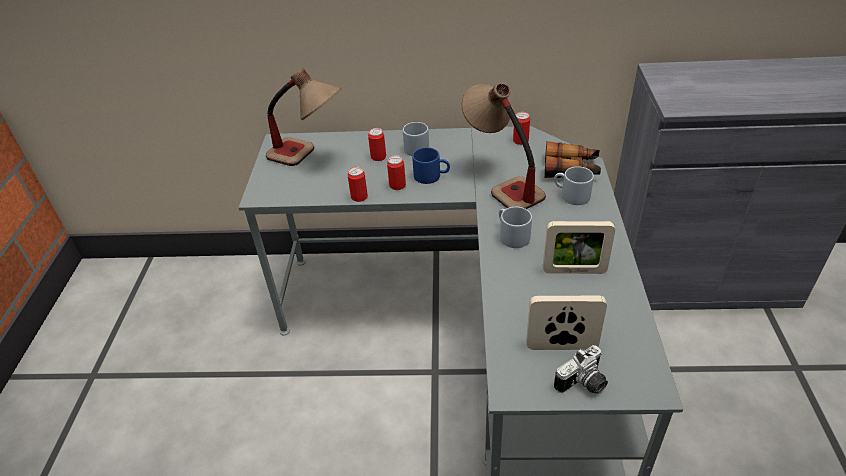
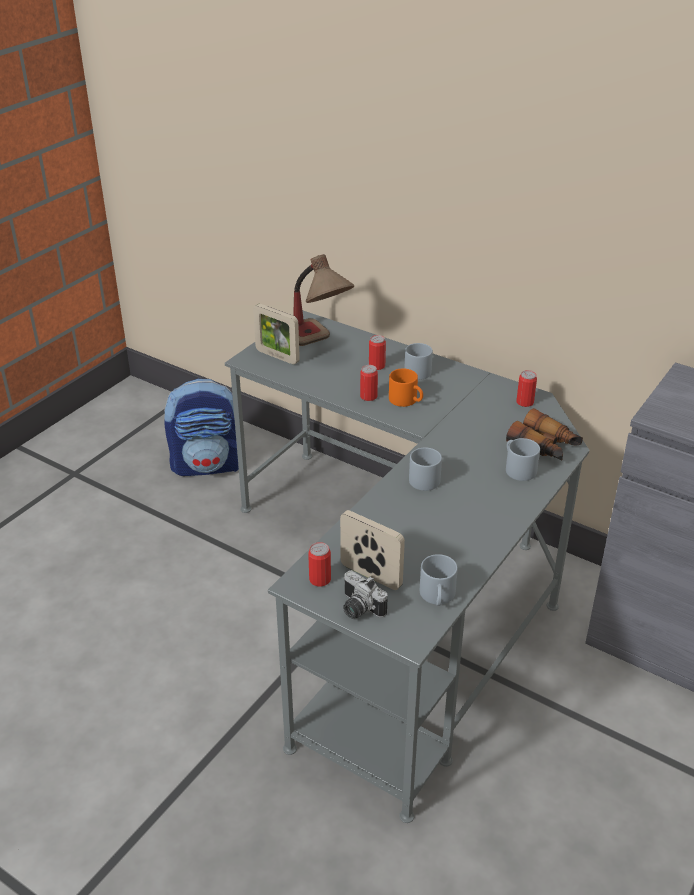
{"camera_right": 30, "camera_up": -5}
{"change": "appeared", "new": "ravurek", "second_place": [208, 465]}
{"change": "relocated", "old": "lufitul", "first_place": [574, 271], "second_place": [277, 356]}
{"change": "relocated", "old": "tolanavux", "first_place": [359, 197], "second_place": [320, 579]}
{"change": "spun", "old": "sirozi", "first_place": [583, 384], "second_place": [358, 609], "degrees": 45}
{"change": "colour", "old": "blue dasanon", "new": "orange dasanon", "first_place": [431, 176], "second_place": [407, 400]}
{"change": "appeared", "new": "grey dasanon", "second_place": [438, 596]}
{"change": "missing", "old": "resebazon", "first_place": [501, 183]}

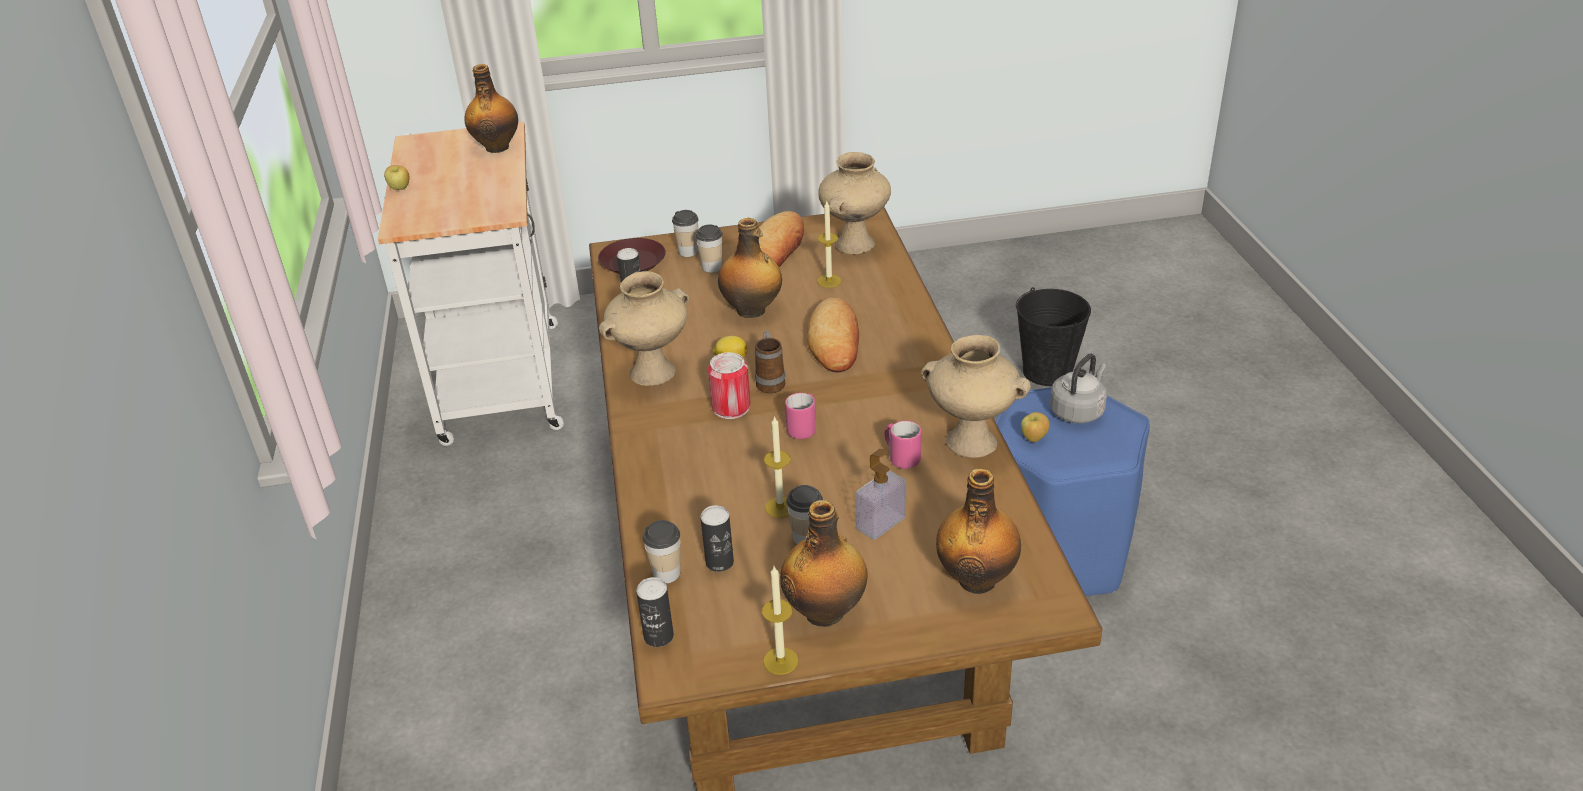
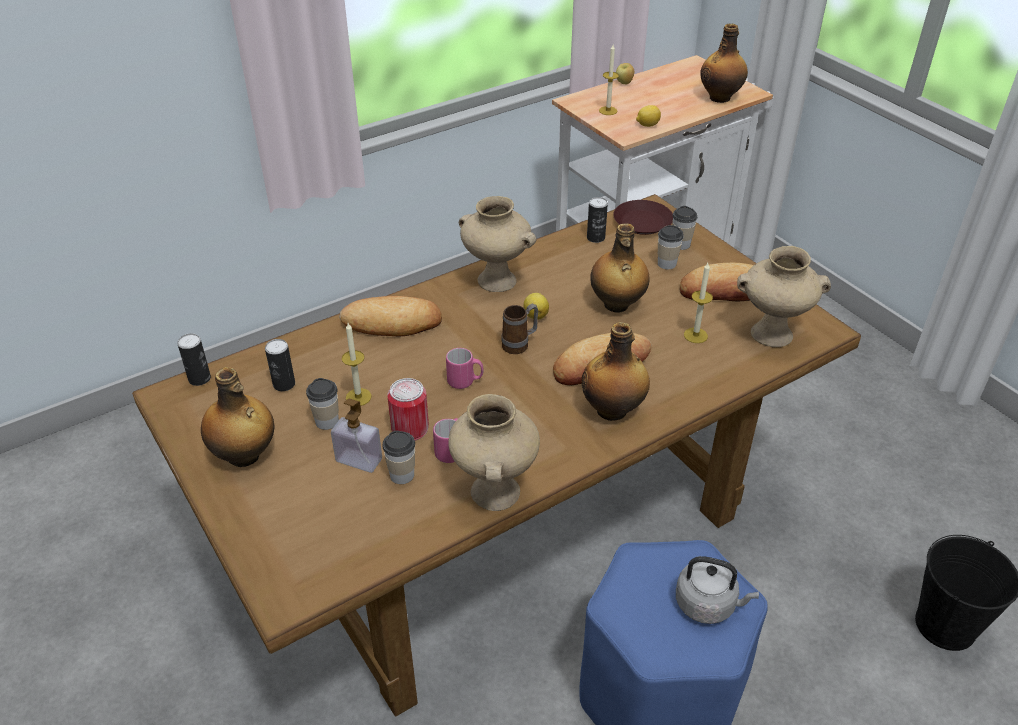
{"camera_right": 65, "camera_up": 5}
{"change": "appeared", "new": "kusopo", "second_place": [392, 322]}
{"change": "relocated", "old": "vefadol", "first_place": [666, 573], "second_place": [402, 475]}
{"change": "relocated", "old": "tolanavux", "first_place": [731, 407], "second_place": [410, 428]}
{"change": "relocated", "old": "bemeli", "first_place": [977, 578], "second_place": [613, 410]}
{"change": "relocated", "old": "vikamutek", "first_place": [780, 661], "second_place": [608, 111]}
{"change": "appeared", "new": "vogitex", "second_place": [647, 125]}
{"change": "missing", "old": "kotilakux", "first_place": [1033, 438]}

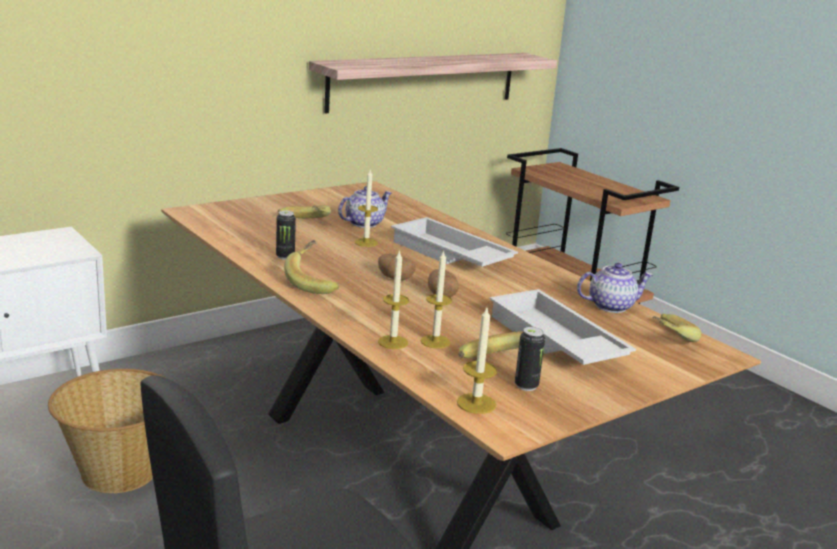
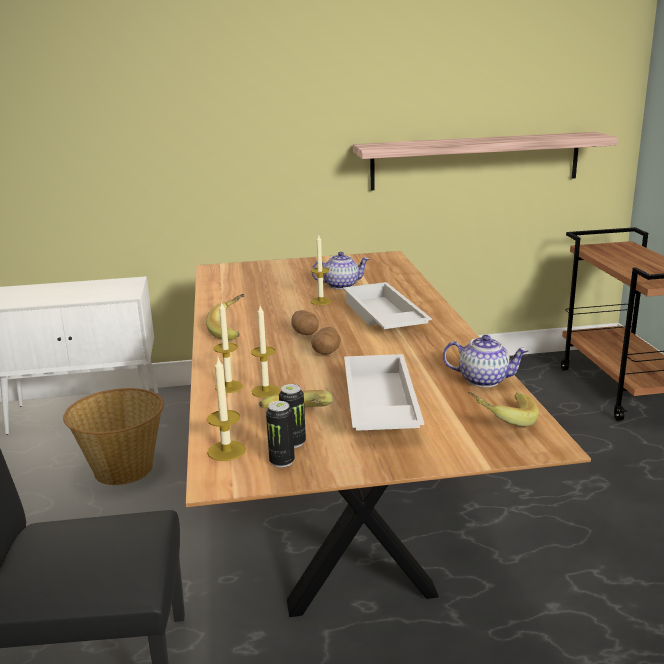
{"camera_right": 30, "camera_up": 0}
{"change": "relocated", "old": "tolanavux", "first_place": [285, 257], "second_place": [282, 462]}
{"change": "missing", "old": "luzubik", "first_place": [303, 224]}

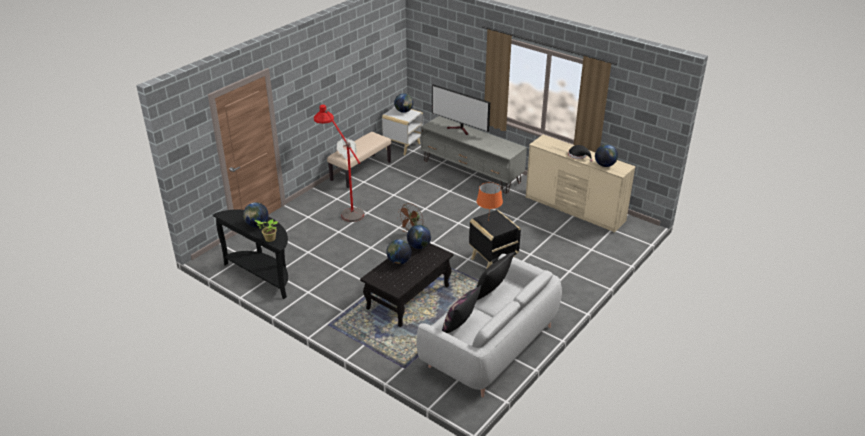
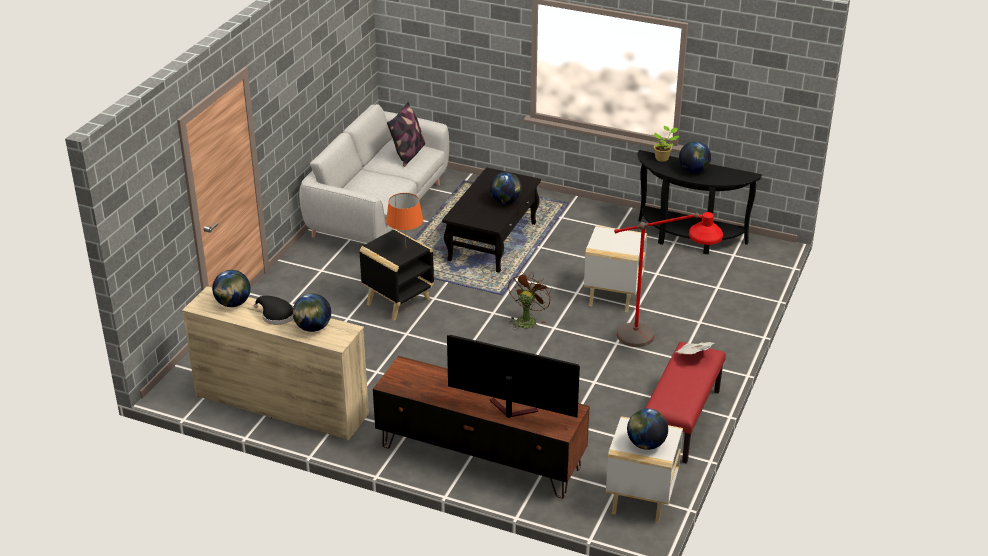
{"camera_right": 165, "camera_up": 0}
{"change": "relocated", "old": "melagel", "first_place": [419, 246], "second_place": [313, 328]}
{"change": "colour", "old": "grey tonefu", "new": "brown tonefu", "first_place": [471, 171], "second_place": [480, 456]}
{"change": "appeared", "new": "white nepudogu", "second_place": [613, 295]}
{"change": "colour", "old": "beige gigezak", "new": "red gigezak", "first_place": [360, 171], "second_place": [682, 421]}
{"change": "missing", "old": "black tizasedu", "first_place": [492, 293]}

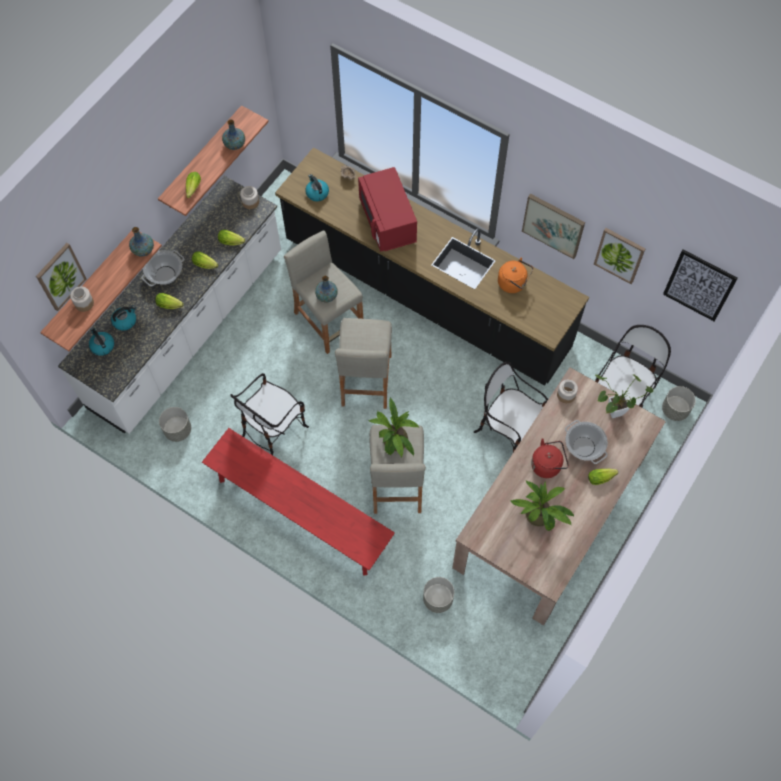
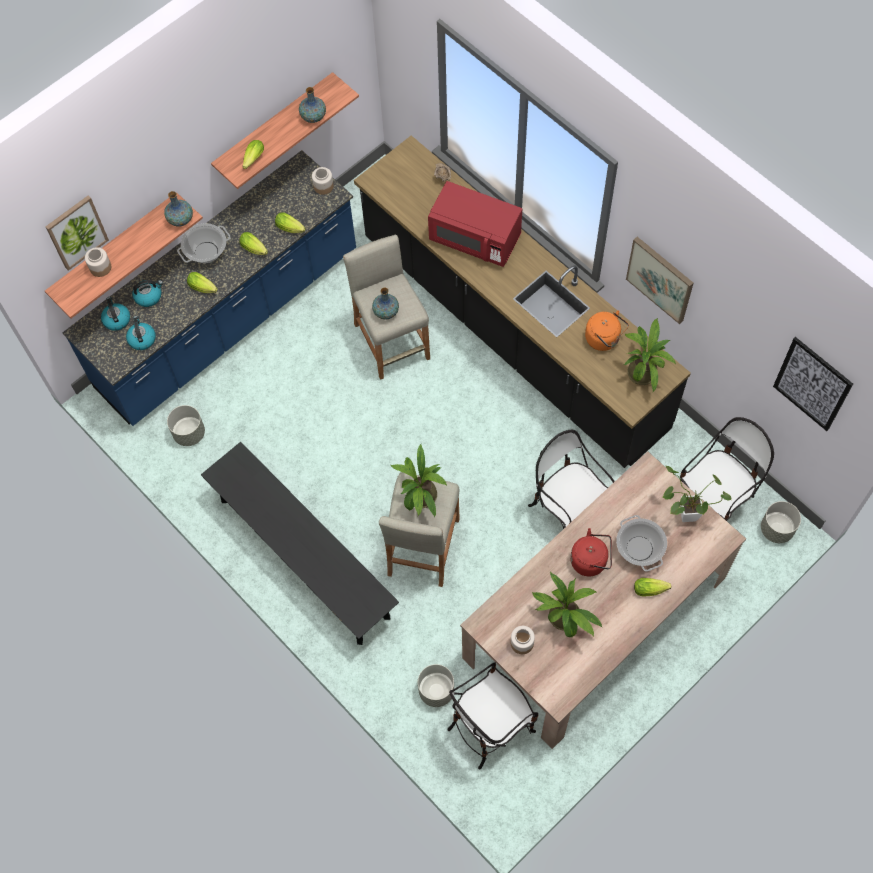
{"camera_right": 15, "camera_up": 0}
{"change": "colour", "old": "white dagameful", "new": "blue dagameful", "first_place": [188, 330], "second_place": [229, 321]}
{"change": "relocated", "old": "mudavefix", "first_place": [317, 193], "second_place": [142, 339]}
{"change": "colour", "old": "red gigezak", "new": "black gigezak", "first_place": [300, 513], "second_place": [304, 558]}
{"change": "spun", "old": "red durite", "first_place": [387, 221], "second_place": [475, 238], "degrees": -60}
{"change": "relocated", "old": "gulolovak", "first_place": [273, 430], "second_place": [490, 726]}
{"change": "relocated", "old": "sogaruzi", "first_place": [565, 395], "second_place": [521, 642]}
{"change": "appeared", "new": "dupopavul", "second_place": [644, 370]}
{"change": "missing", "old": "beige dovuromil", "first_place": [365, 380]}
{"change": "missing", "old": "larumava", "first_place": [619, 255]}

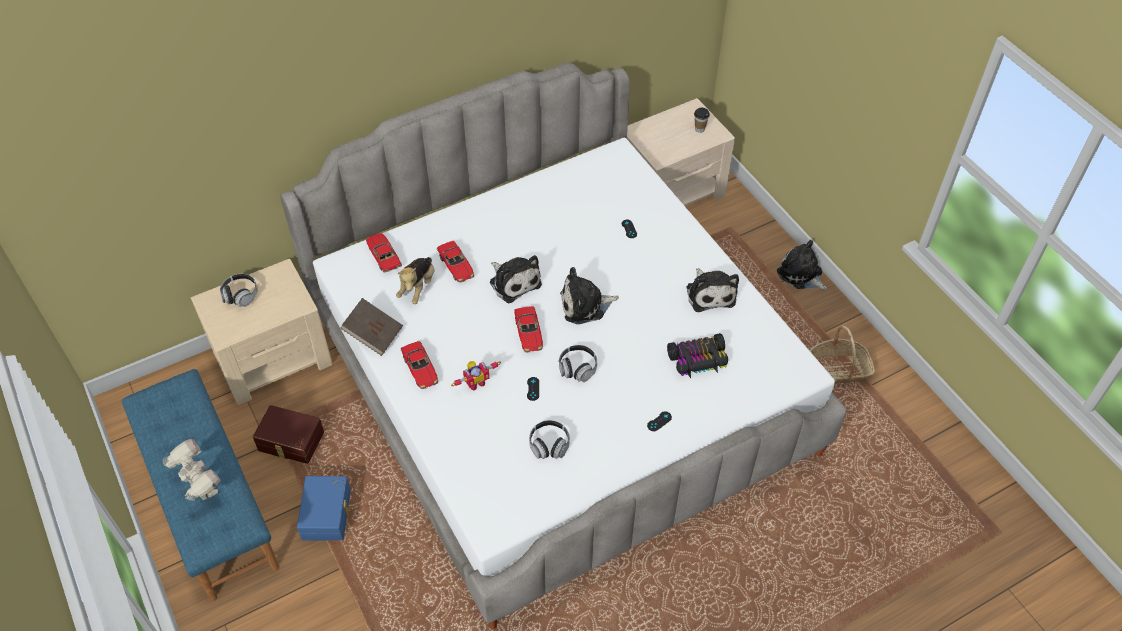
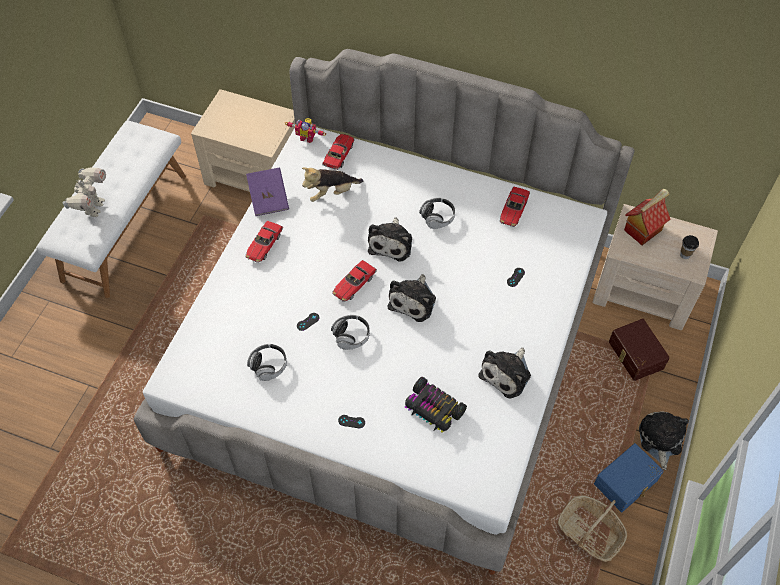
{"camera_right": 50, "camera_up": 5}
{"change": "colour", "old": "blue gigezak", "new": "white gigezak", "first_place": [210, 502], "second_place": [124, 226]}
{"change": "colour", "old": "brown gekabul", "new": "purple gekabul", "first_place": [374, 334], "second_place": [269, 199]}
{"change": "relocated", "old": "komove", "first_place": [475, 382], "second_place": [307, 137]}
{"change": "spun", "old": "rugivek", "first_place": [585, 305], "second_place": [413, 300], "degrees": -105}
{"change": "relocated", "old": "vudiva", "first_place": [241, 295], "second_place": [437, 217]}
{"change": "relocated", "old": "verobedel", "first_place": [456, 266], "second_place": [513, 210]}
{"change": "relocated", "old": "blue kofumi", "first_place": [328, 514], "second_place": [626, 483]}
{"change": "relocated", "old": "brown kofumi", "first_place": [290, 442], "second_place": [634, 355]}
{"change": "appeared", "new": "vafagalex", "second_place": [642, 229]}

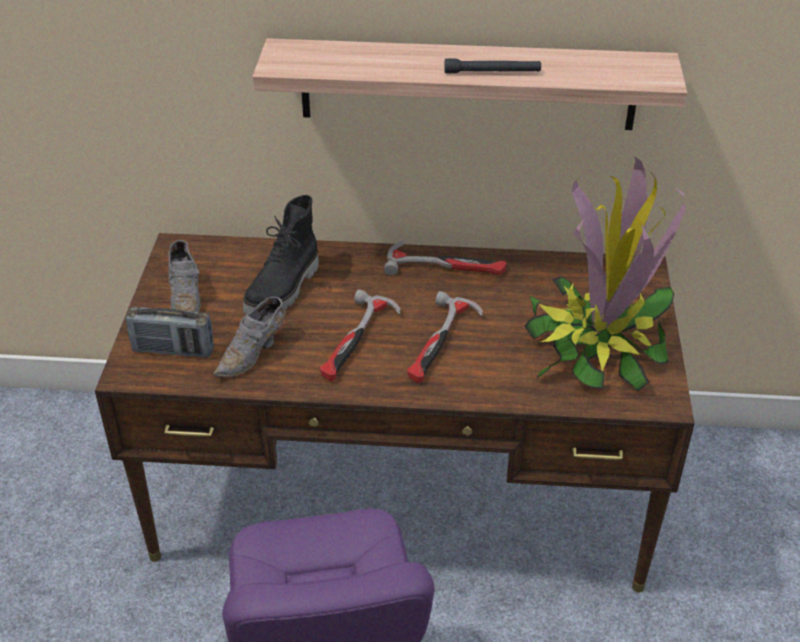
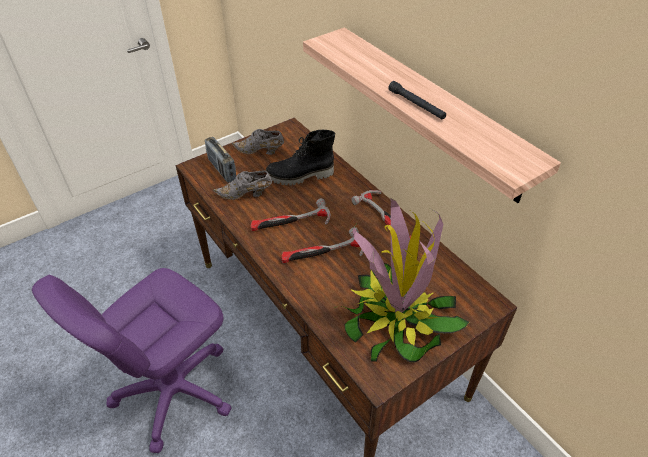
{"camera_right": 50, "camera_up": 5}
{"change": "spun", "old": "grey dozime", "first_place": [186, 297], "second_place": [260, 151], "degrees": 60}

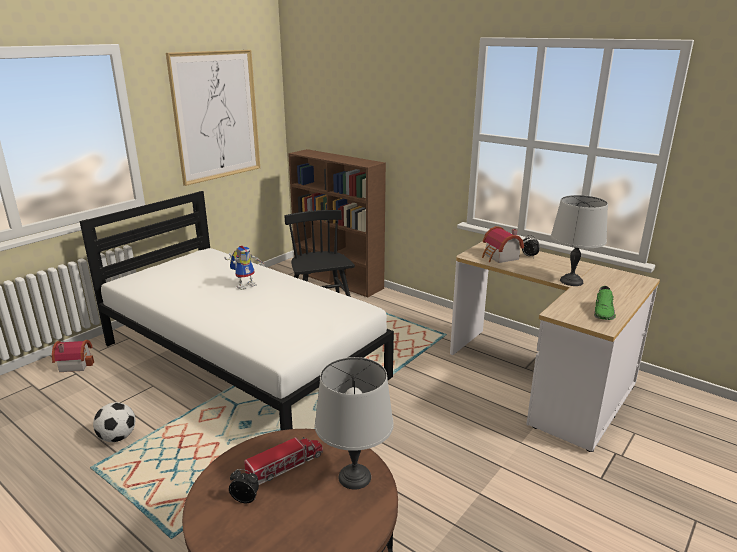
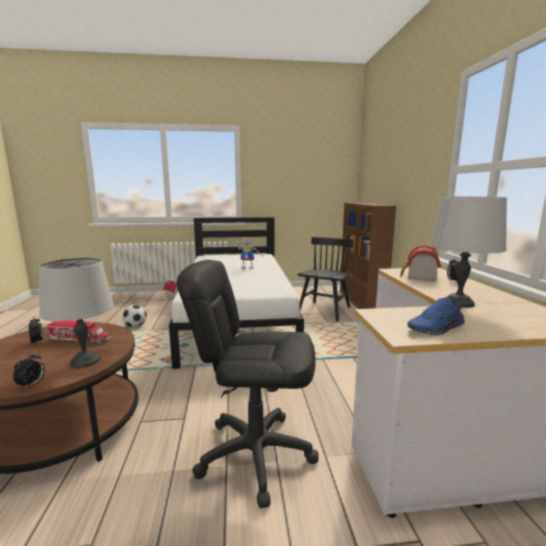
{"camera_right": 45, "camera_up": -10}
{"change": "appeared", "new": "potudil", "second_place": [32, 384]}
{"change": "appeared", "new": "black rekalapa", "second_place": [255, 453]}
{"change": "colour", "old": "green dozime", "new": "blue dozime", "first_place": [604, 312], "second_place": [437, 328]}
{"change": "missing", "old": "larumava", "first_place": [216, 116]}

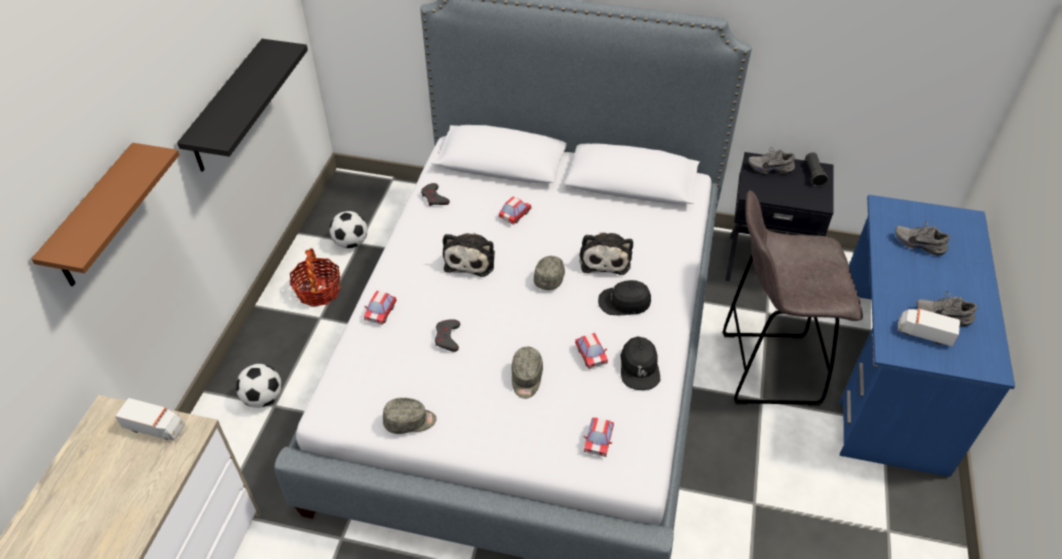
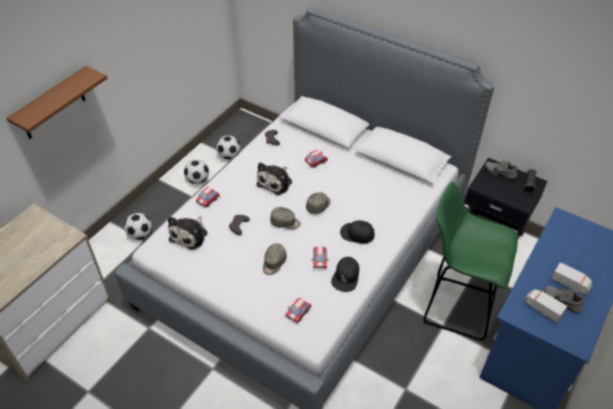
{"camera_right": 20, "camera_up": 0}
{"change": "relocated", "old": "rugivek", "first_place": [605, 258], "second_place": [190, 235]}
{"change": "exchanged", "old": "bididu", "new": "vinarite", "first_place": [318, 291], "second_place": [197, 180]}
{"change": "relocated", "old": "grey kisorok", "first_place": [410, 421], "second_place": [285, 222]}
{"change": "colour", "old": "grey dovuromil", "new": "green dovuromil", "first_place": [765, 368], "second_place": [456, 306]}
{"change": "relocated", "old": "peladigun", "first_place": [155, 427], "second_place": [570, 284]}
{"change": "missing", "old": "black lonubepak", "first_place": [228, 107]}
{"change": "missing", "old": "grey dozime", "first_place": [919, 243]}

